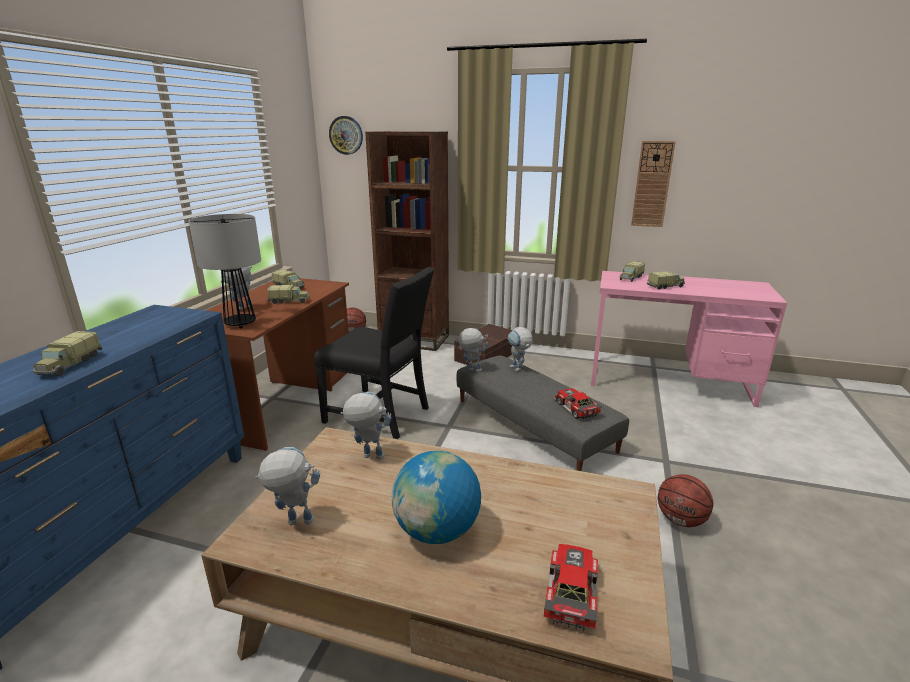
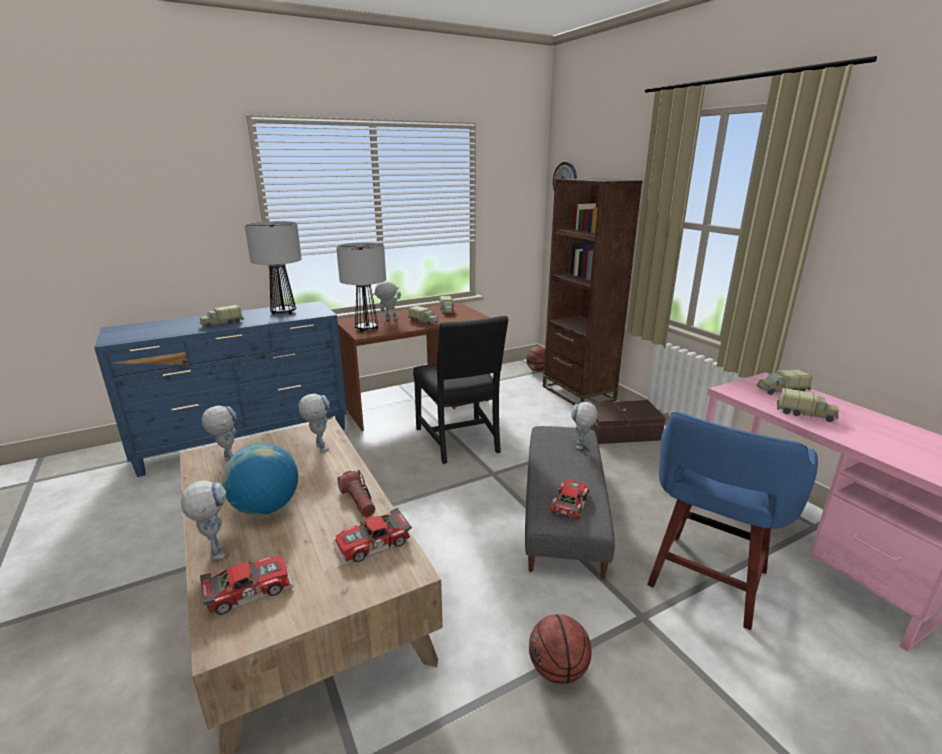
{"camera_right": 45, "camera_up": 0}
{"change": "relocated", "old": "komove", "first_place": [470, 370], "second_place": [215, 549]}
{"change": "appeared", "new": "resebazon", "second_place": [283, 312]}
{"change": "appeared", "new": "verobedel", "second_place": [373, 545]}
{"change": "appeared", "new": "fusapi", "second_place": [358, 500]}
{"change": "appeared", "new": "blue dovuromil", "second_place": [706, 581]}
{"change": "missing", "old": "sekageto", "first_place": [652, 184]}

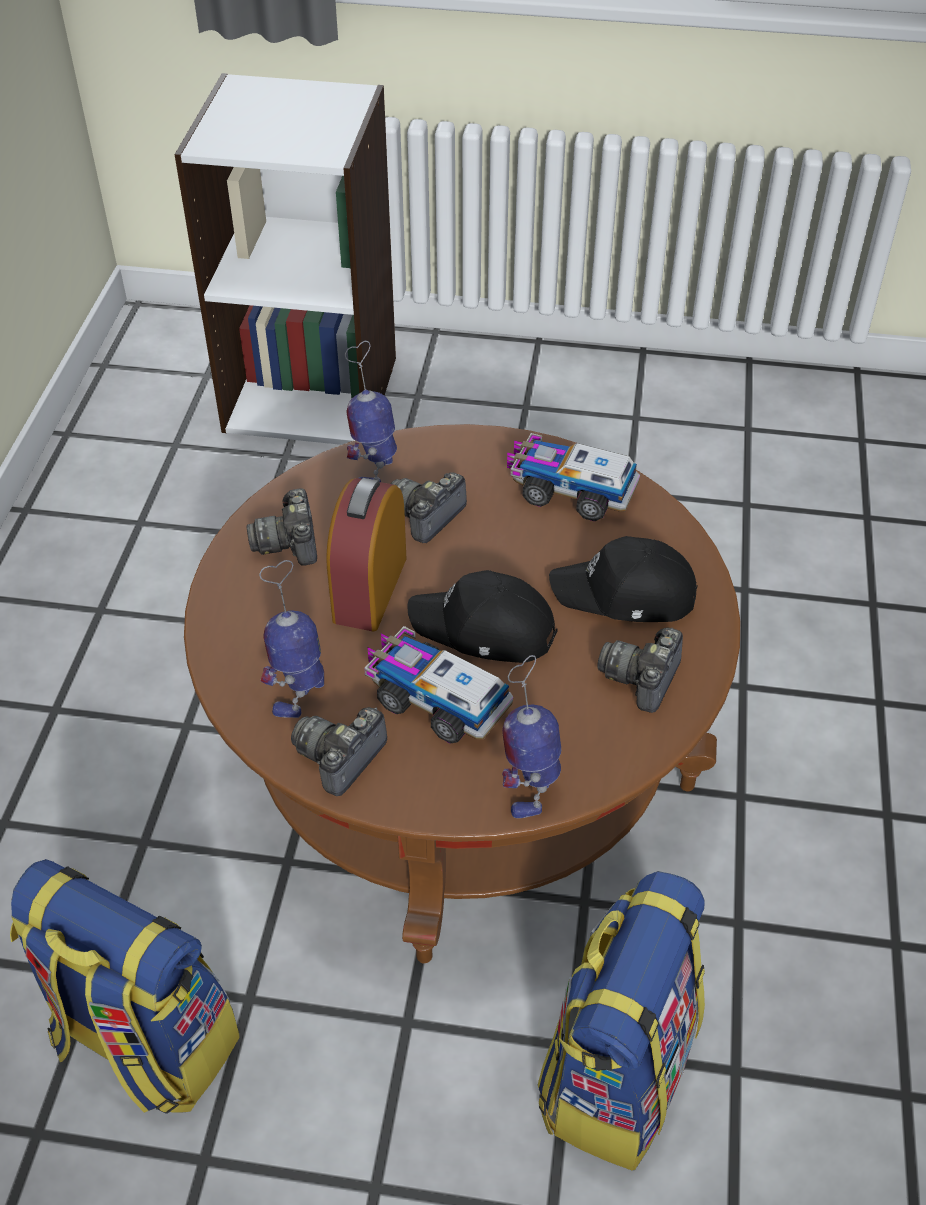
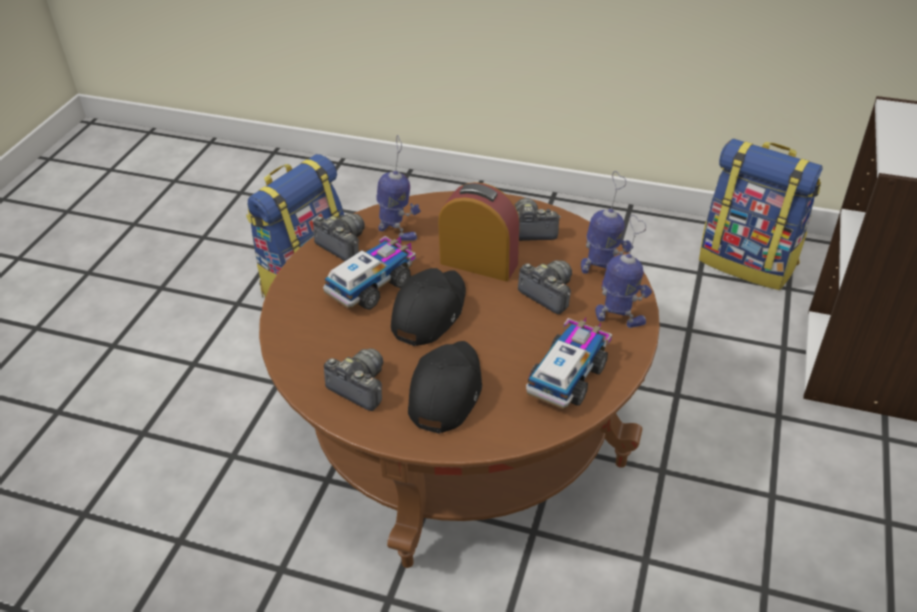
{"camera_right": 100, "camera_up": -5}
{"change": "relocated", "old": "komove", "first_place": [530, 786], "second_place": [620, 318]}
{"change": "relocated", "old": "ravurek", "first_place": [615, 1072], "second_place": [748, 262]}

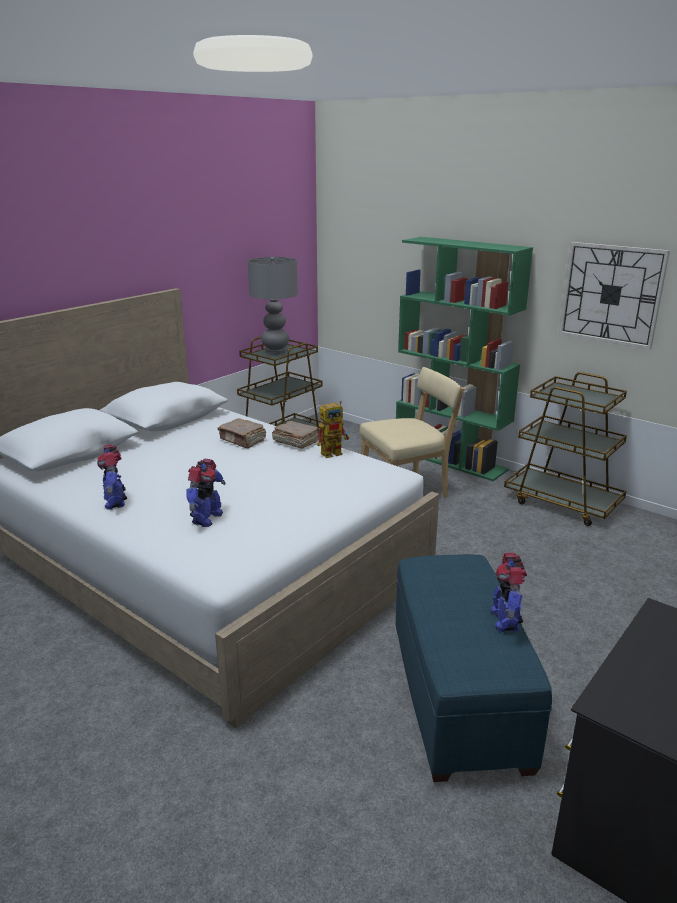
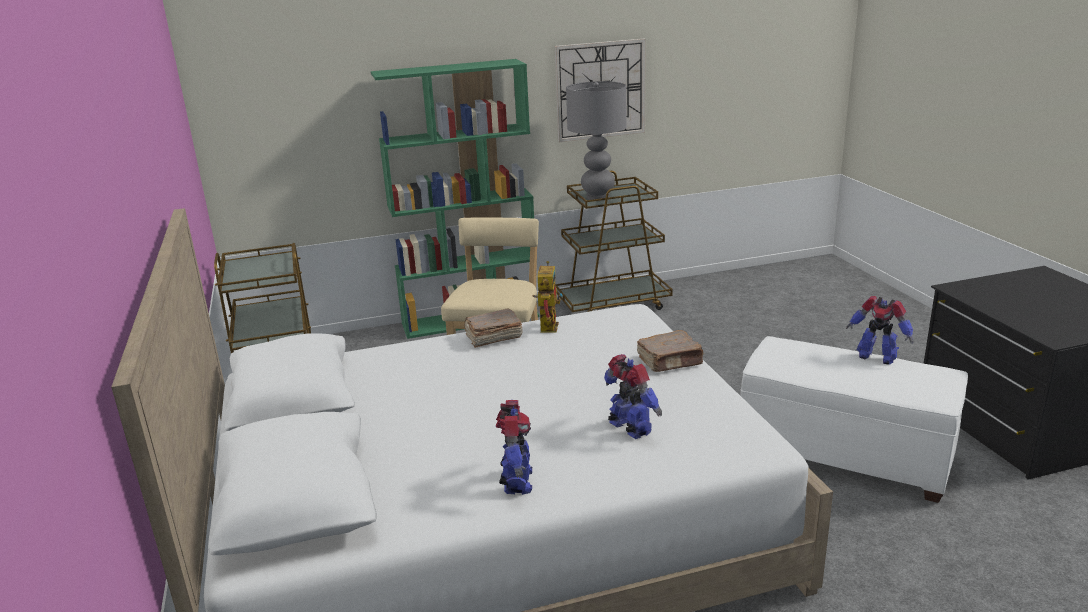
{"camera_right": -55, "camera_up": 0}
{"change": "spun", "old": "komove", "first_place": [115, 501], "second_place": [516, 482], "degrees": -105}
{"change": "relocated", "old": "grey resebazon", "first_place": [275, 351], "second_place": [598, 197]}
{"change": "relocated", "old": "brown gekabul", "first_place": [242, 440], "second_place": [670, 361]}
{"change": "colour", "old": "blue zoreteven", "new": "white zoreteven", "first_place": [459, 697], "second_place": [844, 454]}

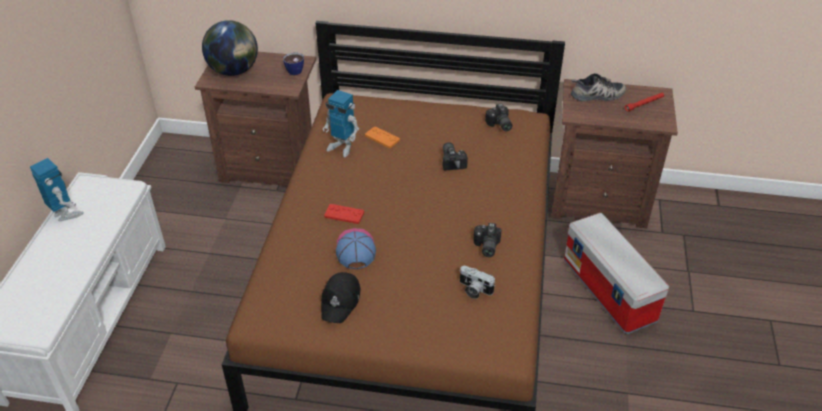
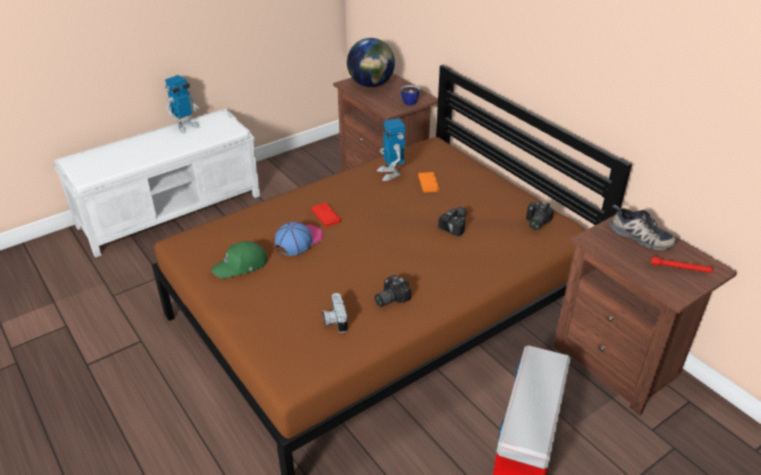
{"camera_right": 45, "camera_up": -5}
{"change": "spun", "old": "komove", "first_place": [65, 214], "second_place": [186, 126], "degrees": 45}
{"change": "colour", "old": "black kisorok", "new": "green kisorok", "first_place": [341, 301], "second_place": [241, 265]}

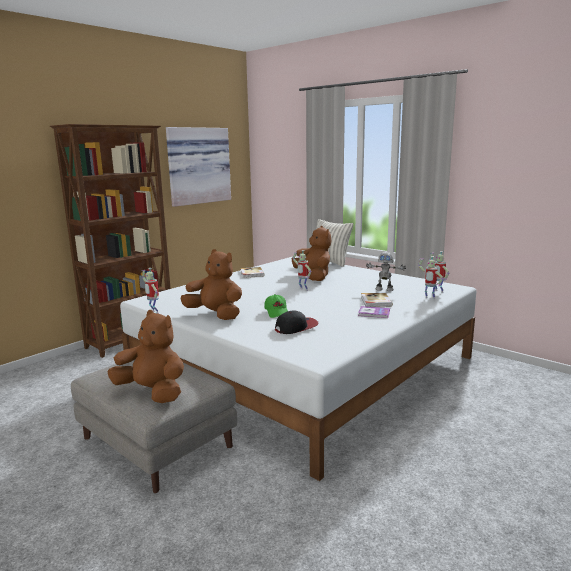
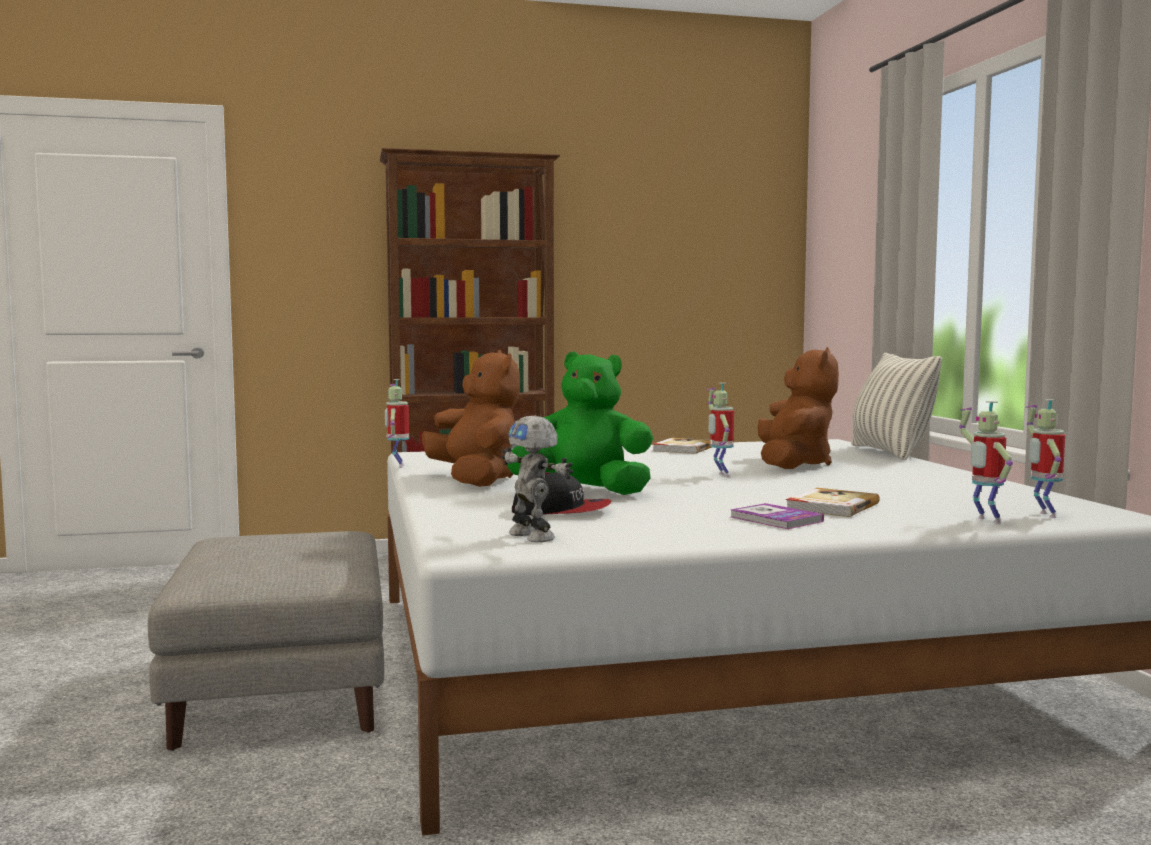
{"camera_right": 35, "camera_up": -10}
{"change": "relocated", "old": "komove", "first_place": [384, 289], "second_place": [533, 536]}
{"change": "exchanged", "old": "green kisorok", "new": "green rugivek", "first_place": [277, 312], "second_place": [584, 492]}
{"change": "missing", "old": "brown rugivek", "first_place": [152, 392]}
{"change": "missing", "old": "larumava", "first_place": [198, 165]}

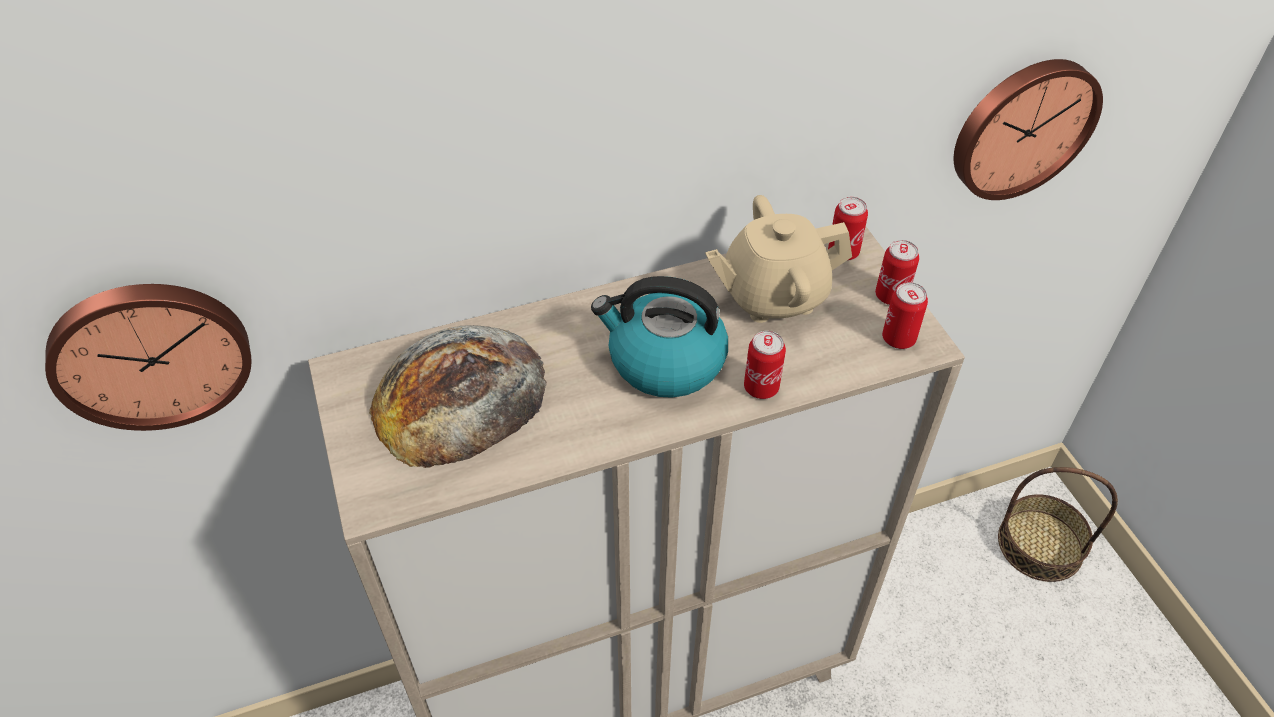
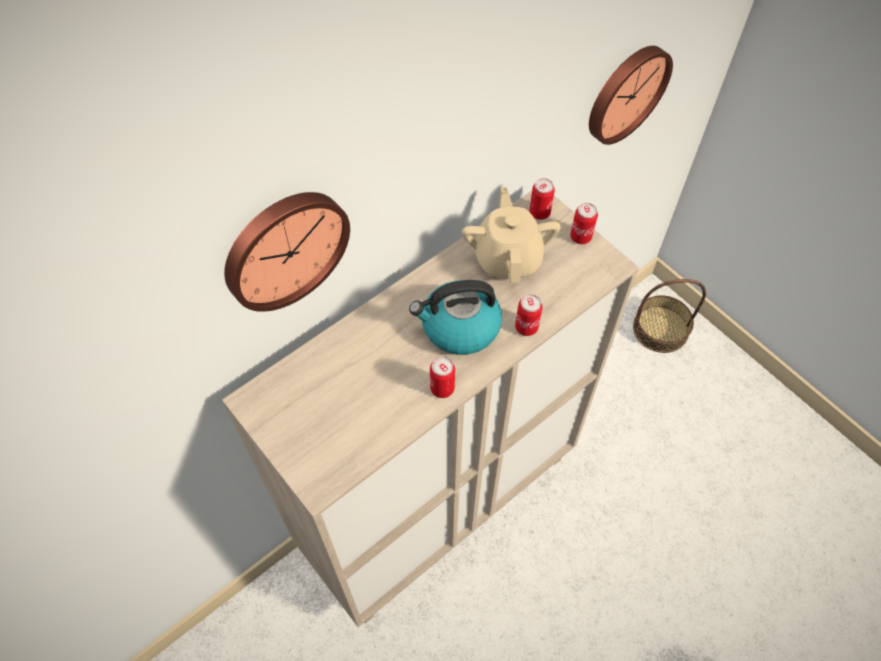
{"camera_right": -20, "camera_up": 10}
{"change": "relocated", "old": "sekageto", "first_place": [151, 352], "second_place": [284, 248]}
{"change": "relocated", "old": "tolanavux", "first_place": [898, 339], "second_place": [442, 388]}
{"change": "spun", "old": "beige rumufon", "first_place": [773, 295], "second_place": [508, 258], "degrees": 120}
{"change": "missing", "old": "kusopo", "first_place": [459, 395]}

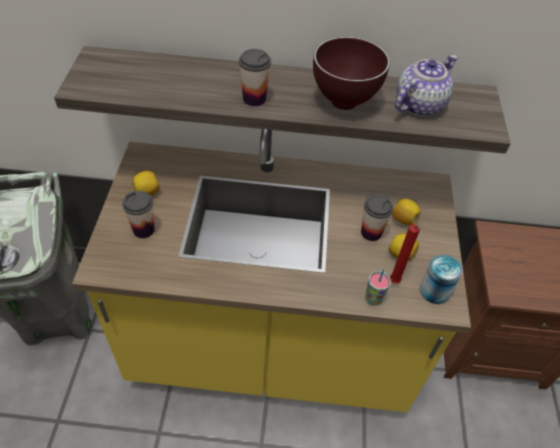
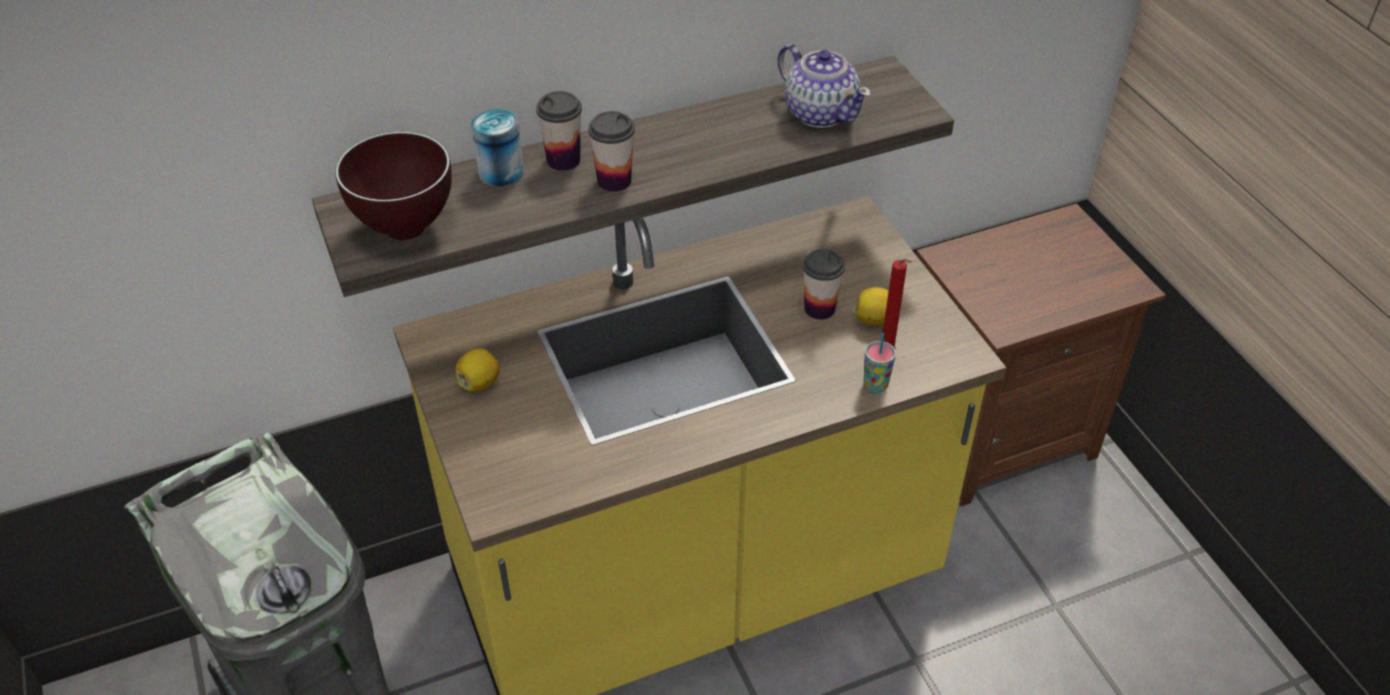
{"camera_right": -25, "camera_up": -5}
{"change": "relocated", "old": "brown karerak", "first_place": [342, 102], "second_place": [402, 229]}
{"change": "relocated", "old": "tolanavux", "first_place": [434, 291], "second_place": [501, 172]}
{"change": "relocated", "old": "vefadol", "first_place": [143, 230], "second_place": [563, 160]}
{"change": "spun", "old": "rumufon", "first_place": [418, 105], "second_place": [820, 112], "degrees": 120}
{"change": "missing", "old": "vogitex", "first_place": [403, 219]}

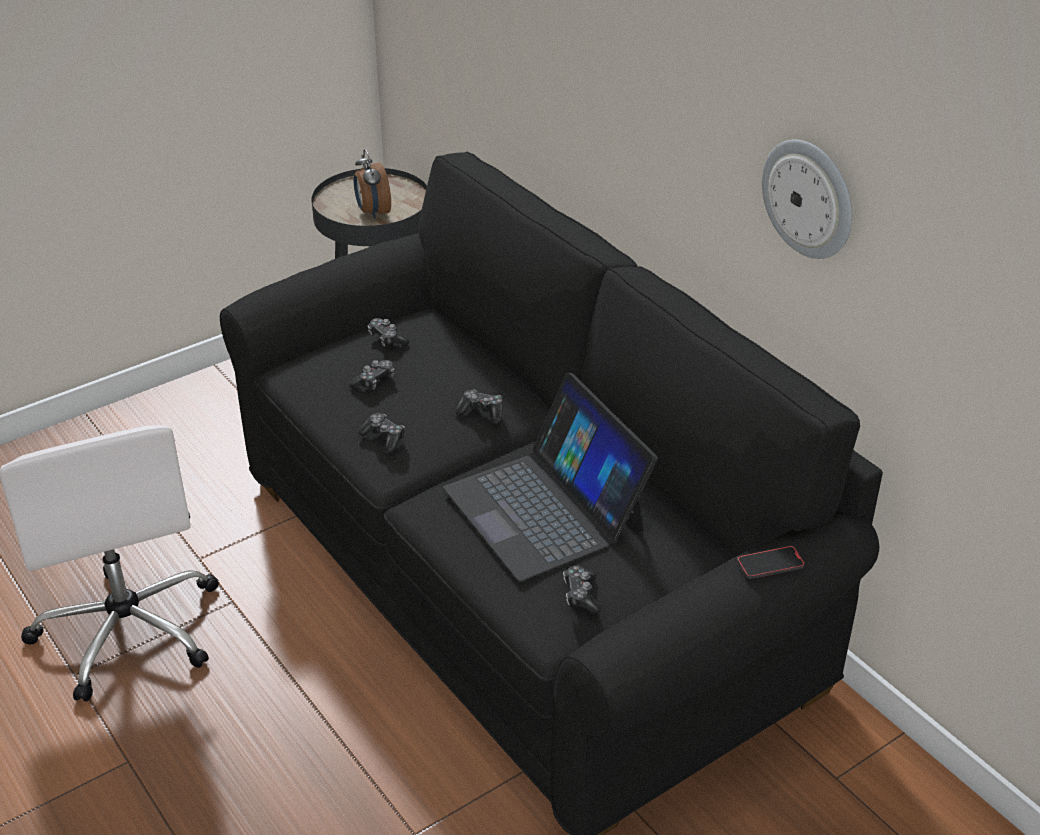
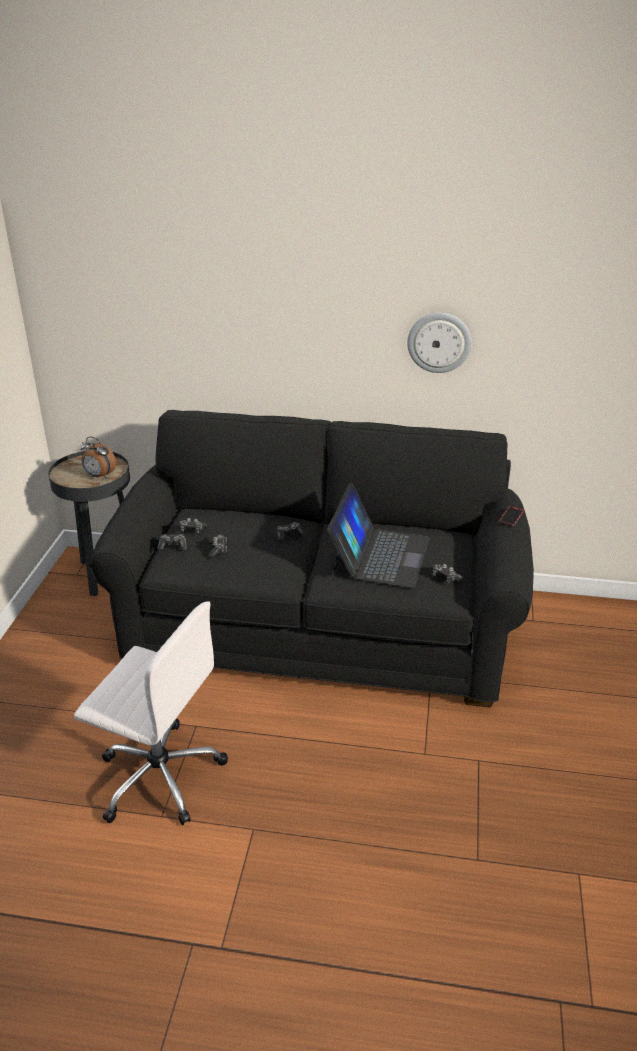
{"camera_right": -45, "camera_up": -5}
{"change": "relocated", "old": "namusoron", "first_place": [383, 438], "second_place": [173, 546]}
{"change": "spun", "old": "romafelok", "first_place": [545, 508], "second_place": [379, 555], "degrees": -90}

